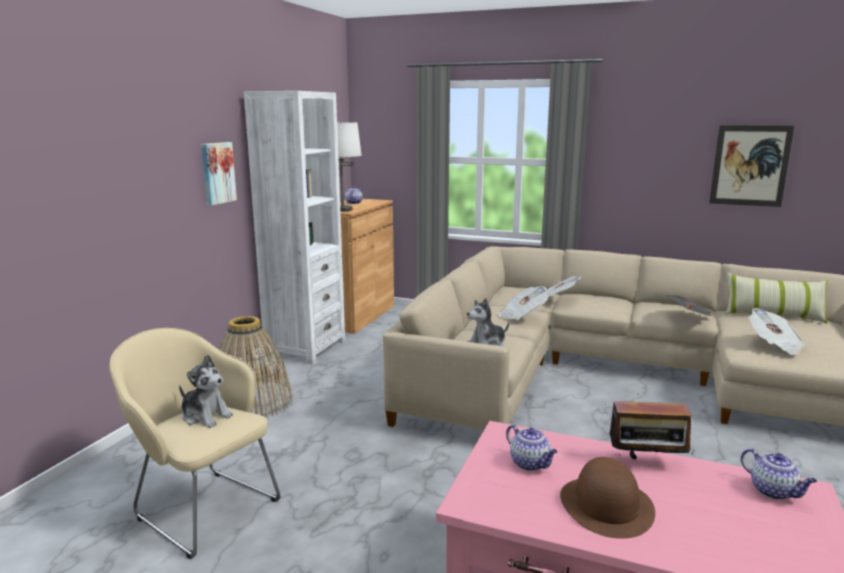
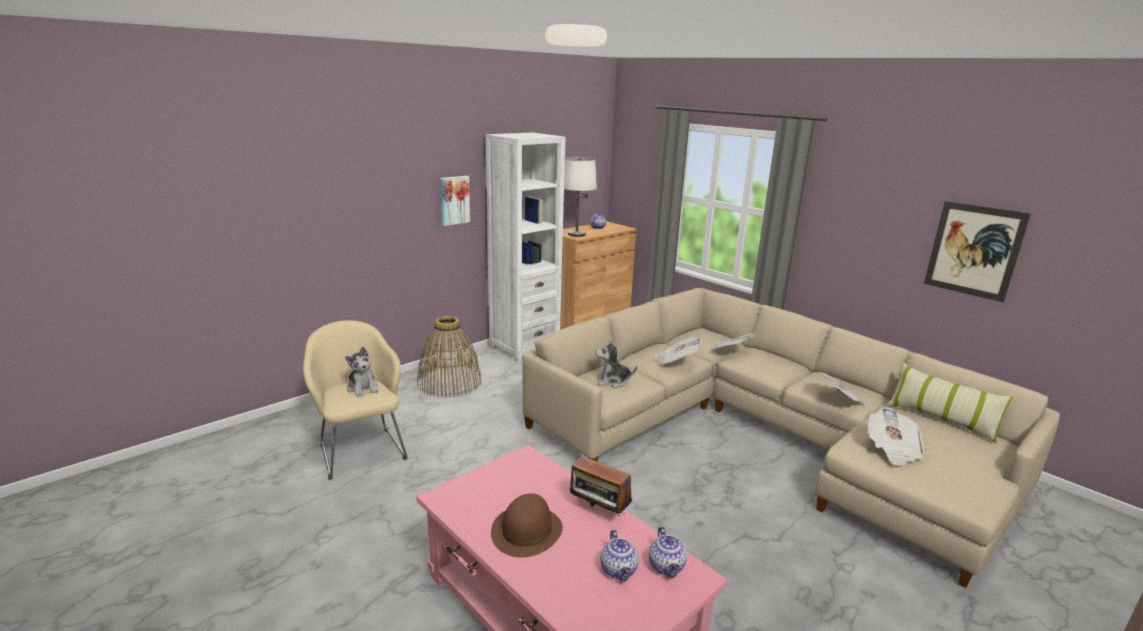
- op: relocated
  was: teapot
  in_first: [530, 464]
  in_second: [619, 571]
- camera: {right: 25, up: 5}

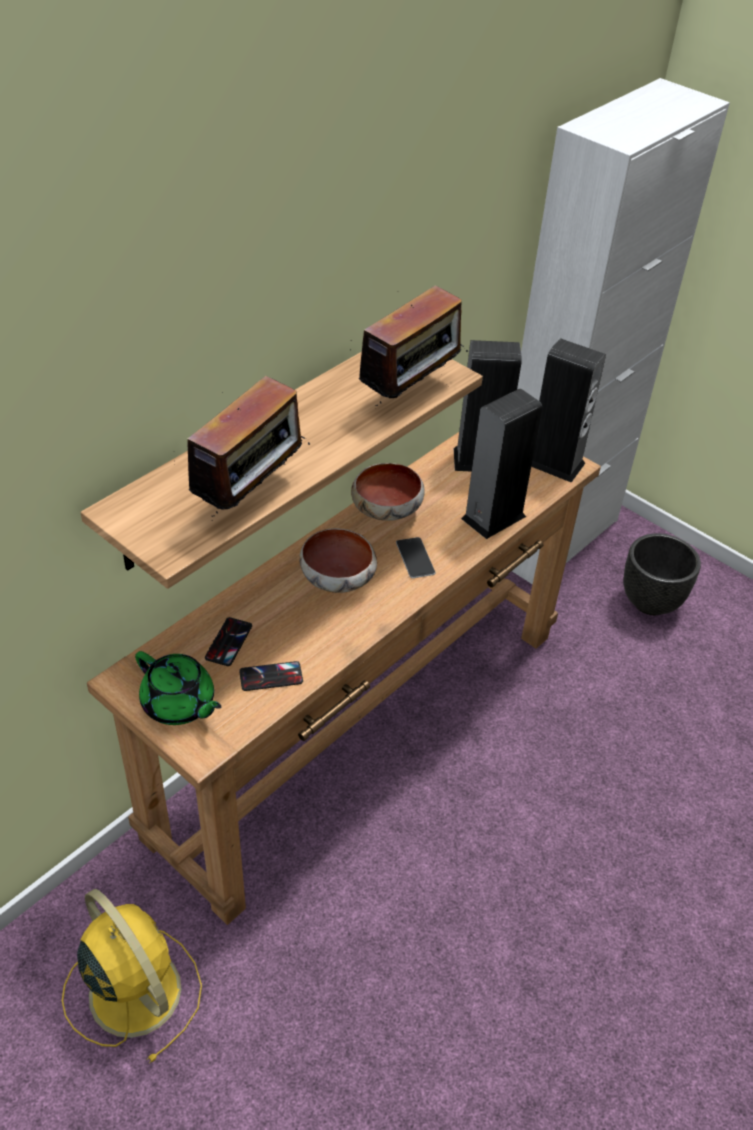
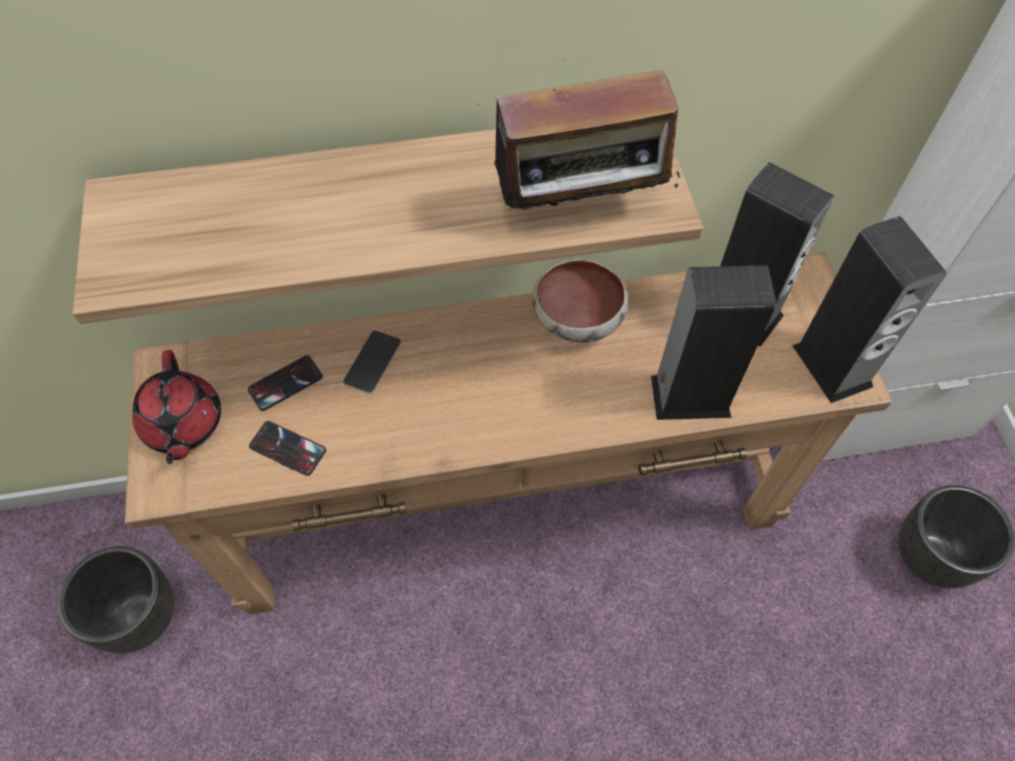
- op: exchanged
  was: yellow fan
  now: black planter
  in_first: [132, 988]
  in_second: [140, 617]
- op: colour
  was: green teapot
  now: red teapot
  in_first: [179, 704]
  in_second: [183, 424]
- op: missing
  was: radio
  in_first: [251, 496]
- op: missing
  was: bowl
  in_first: [339, 579]
- op: relocated
  was: phone
  in_first: [415, 558]
  in_second: [372, 362]
- camera: {right: 40, up: 15}

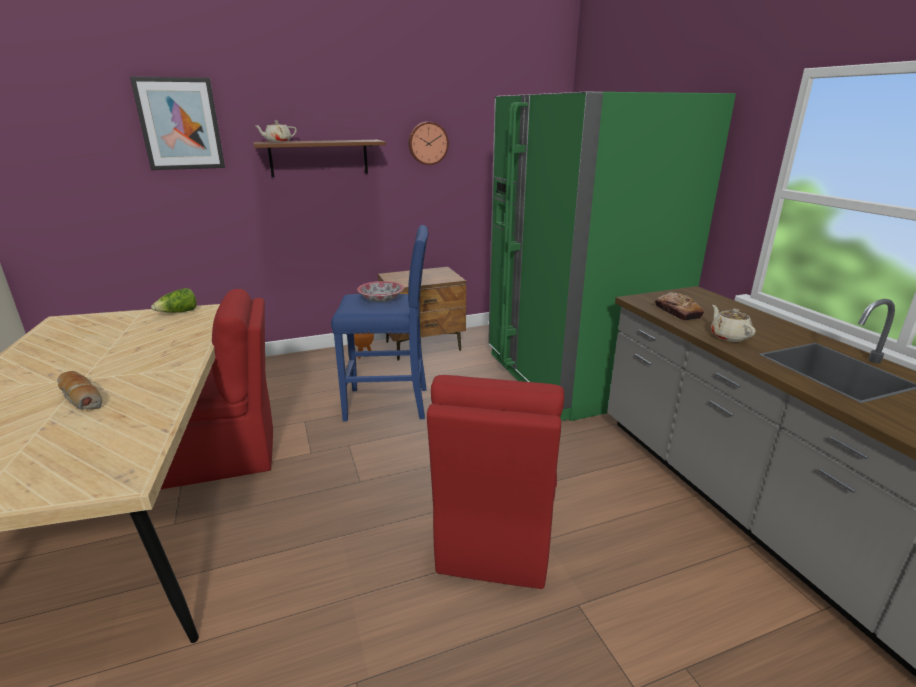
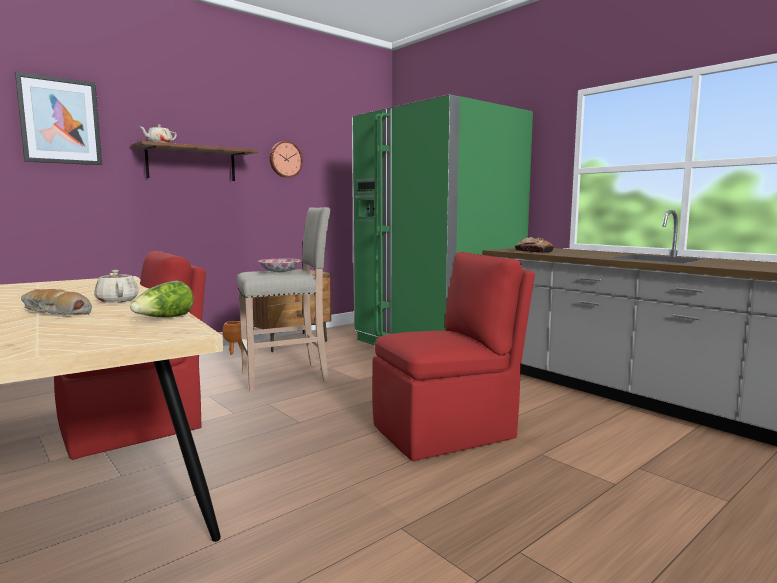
- op: relocated
  was: lettuce
  in_first: [178, 313]
  in_second: [164, 319]
- op: colour
  was: blue stool
  now: beige stool
  in_first: [389, 404]
  in_second: [287, 376]
- op: spun
  was: red chair
  in_first: [495, 534]
  in_second: [447, 431]
  clockwise: -105
- op: relocated
  was: beige teapot
  in_first: [728, 336]
  in_second: [117, 300]
- camera: {right: -20, up: -15}

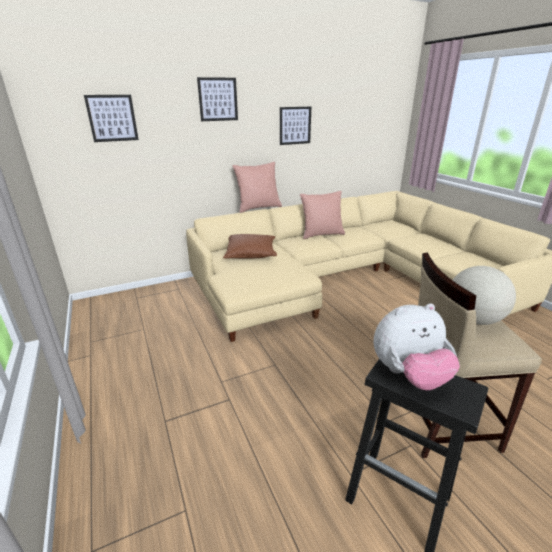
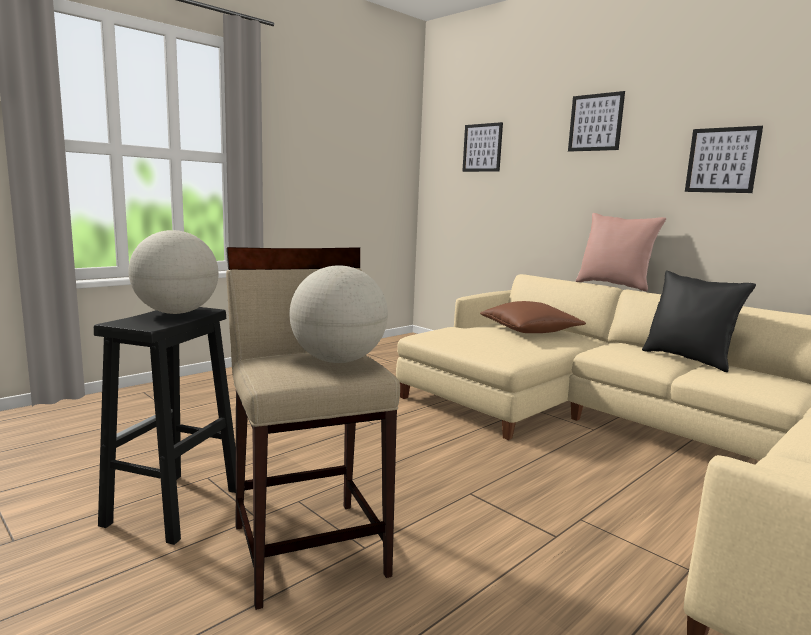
- op: colour
  was: pink pillow
  now: black pillow
  in_first: [321, 234]
  in_second: [688, 359]
- op: exchanged
  was: plush toy
  now: globe
  in_first: [409, 375]
  in_second: [176, 313]
- camera: {right: 70, up: -15}

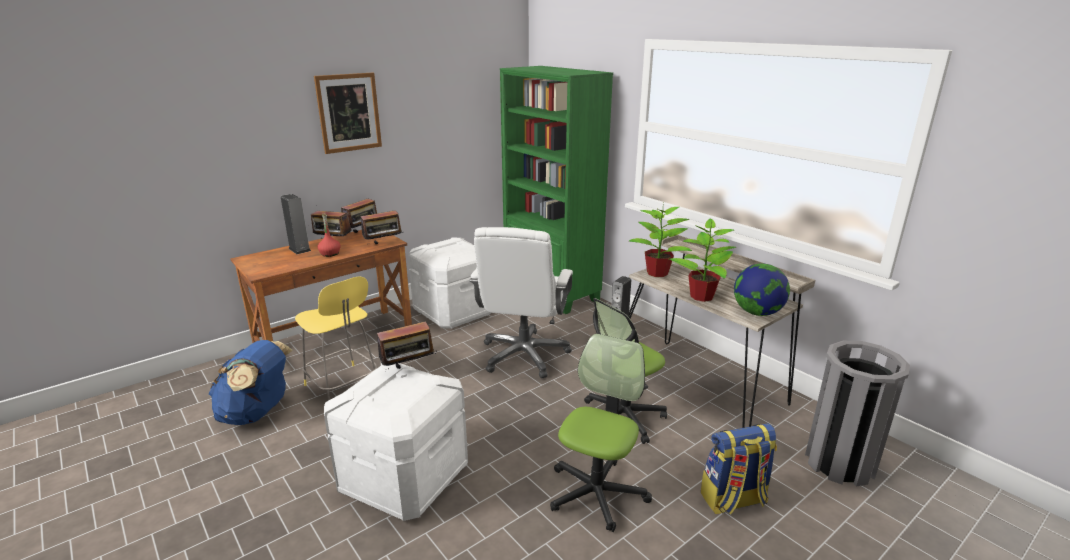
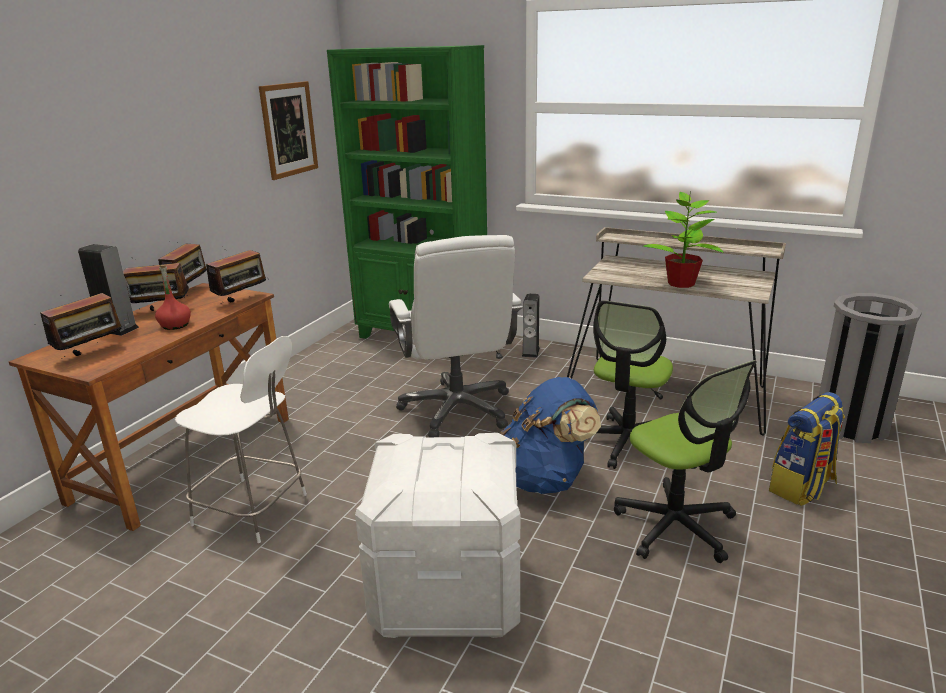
- op: relocated
  was: blue backpack
  in_first: [257, 413]
  in_second: [545, 479]
- op: colour
  was: yellow stool
  now: white stool
  in_first: [343, 387]
  in_second: [254, 510]
- op: relocated
  was: picture
  in_first: [349, 112]
  in_second: [289, 129]
- op: relocated
  was: radio
  in_first: [408, 368]
  in_second: [92, 353]
- op: missing
  was: white storage box
  in_first: [454, 312]
- op: spun
  was: office chair
  in_first: [596, 493]
  in_second: [676, 526]
  clockwise: 150
- op: missing
  was: potted plant
  in_first: [658, 273]
- op: missing
  was: globe
  in_first: [757, 313]
- camera: {right: -25, up: 0}

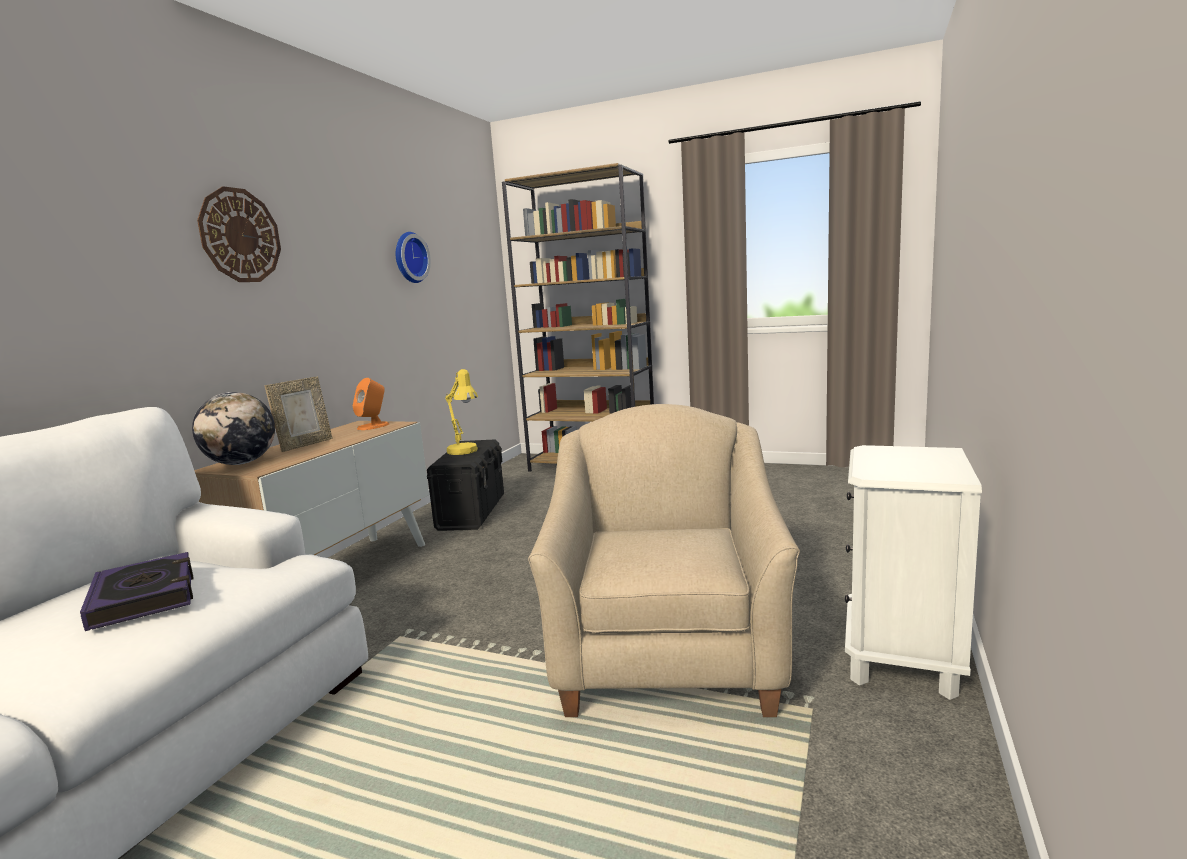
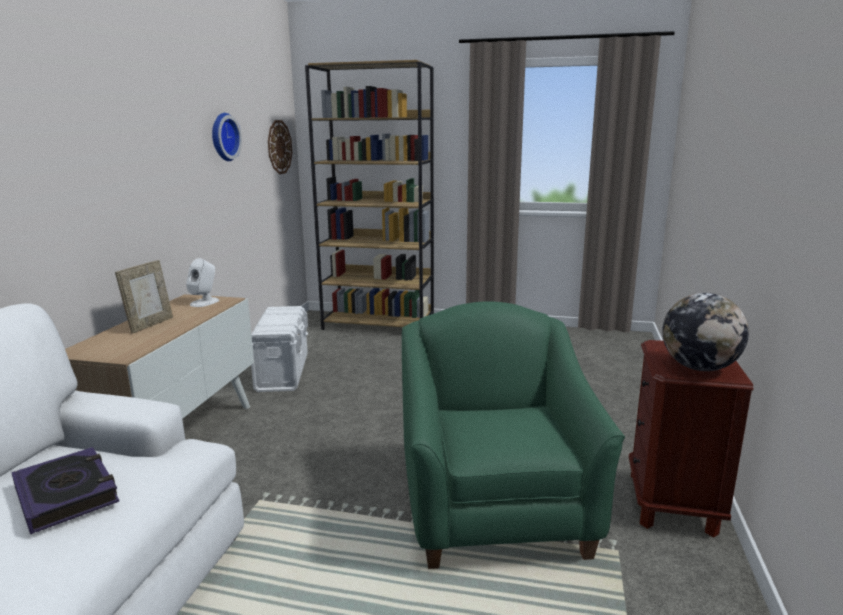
- op: relocated
  was: globe
  in_first: [241, 463]
  in_second: [699, 368]
- op: relocated
  was: wall clock
  in_first: [240, 235]
  in_second: [279, 147]
- op: colour
  was: orange speaker
  now: white speaker
  in_first: [373, 426]
  in_second: [205, 302]
- op: colour
  was: black storage box
  now: white storage box
  in_first: [472, 512]
  in_second: [283, 372]
- op: missing
  was: yellow table lamp
  in_first: [465, 452]
- op: colour
  was: beige armchair
  now: green armchair
  in_first: [667, 654]
  in_second: [495, 507]
- op: colour
  was: white nightstand
  now: brown nightstand
  in_first: [901, 657]
  in_second: [672, 503]
- camera: {right: -10, up: 5}

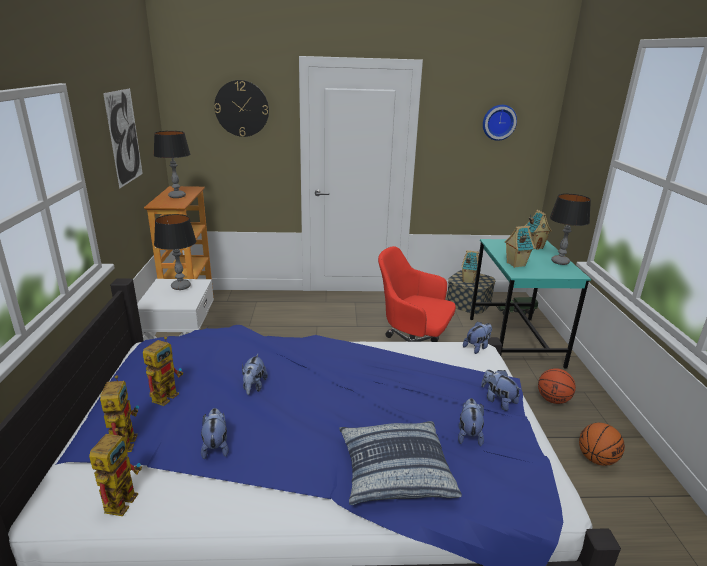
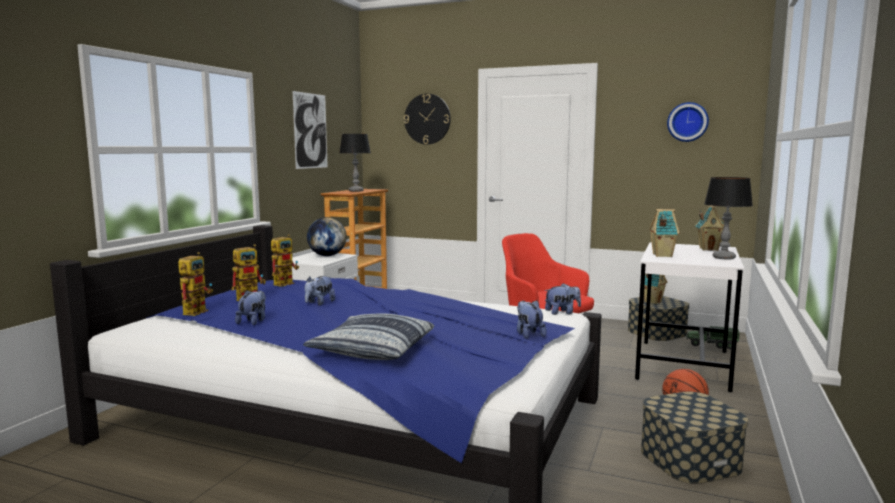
- op: relocated
  was: toy robot
  in_first: [122, 497]
  in_second: [285, 283]
- op: exchanged
  was: table lamp
  now: globe
  in_first: [180, 286]
  in_second: [327, 255]
- op: missing
  was: plush toy
  in_first: [469, 434]
- op: colour
  was: turquoise desk
  now: white desk
  in_first: [515, 342]
  in_second: [684, 365]
- op: exchanged
  was: basketball
  now: storage box
  in_first: [596, 459]
  in_second: [690, 459]
- camera: {right: 25, up: -15}

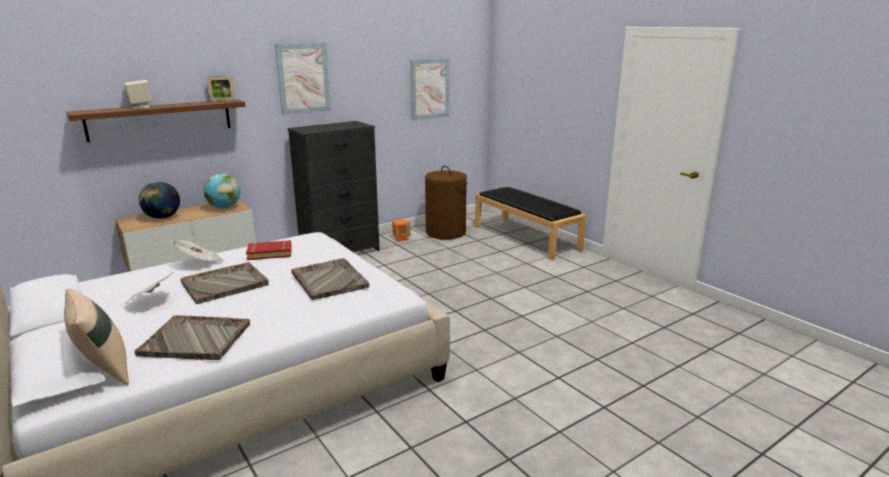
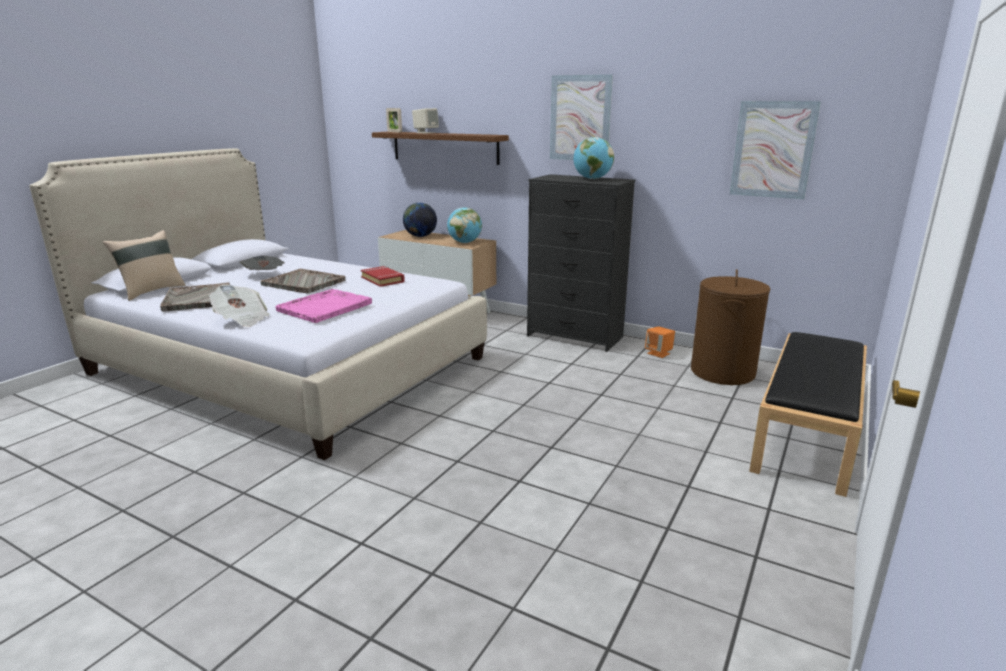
- op: relocated
  was: newspaper
  in_first: [201, 262]
  in_second: [241, 319]
- op: relocated
  was: picture frame
  in_first: [222, 100]
  in_second: [394, 132]
- op: colour
  was: grey tray
  now: pink tray
  in_first: [329, 280]
  in_second: [326, 307]
- op: appeared
  now: globe
  in_second: [592, 179]
- camera: {right: 65, up: 0}

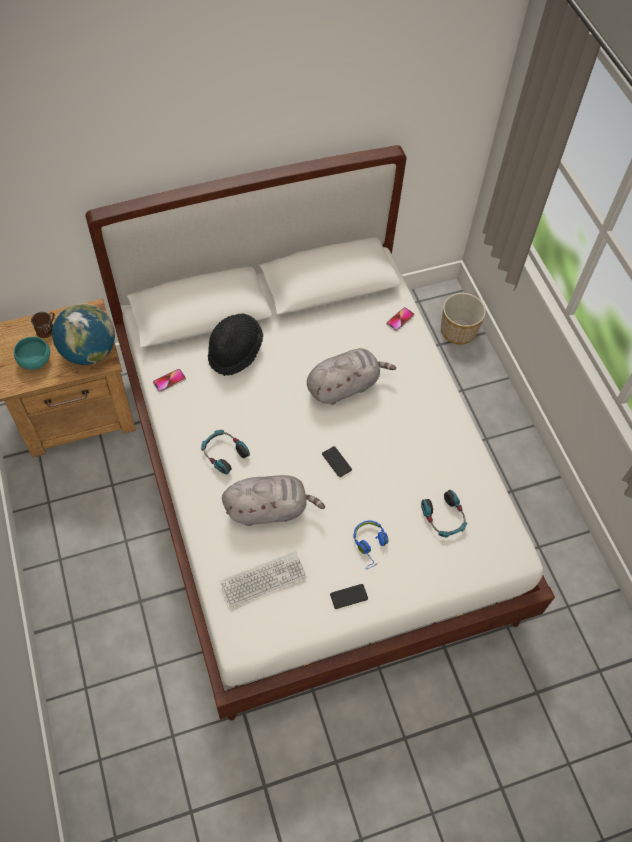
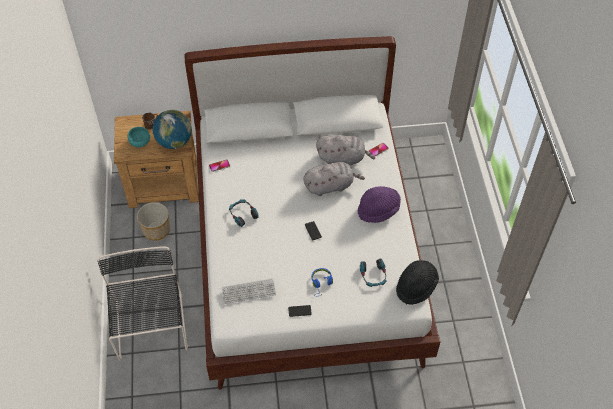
- op: relocated
  was: black hat
  in_first: [235, 351]
  in_second: [416, 287]
- op: relocated
  was: grey plush toy
  in_first: [269, 509]
  in_second: [343, 158]
- op: relocated
  was: planter
  in_first: [458, 330]
  in_second: [156, 229]
- op: appeared
  now: black chair
  in_second: [151, 328]
- op: appeared
  now: purple hat
  in_second: [378, 210]
- camera: {right: 15, up: -5}

